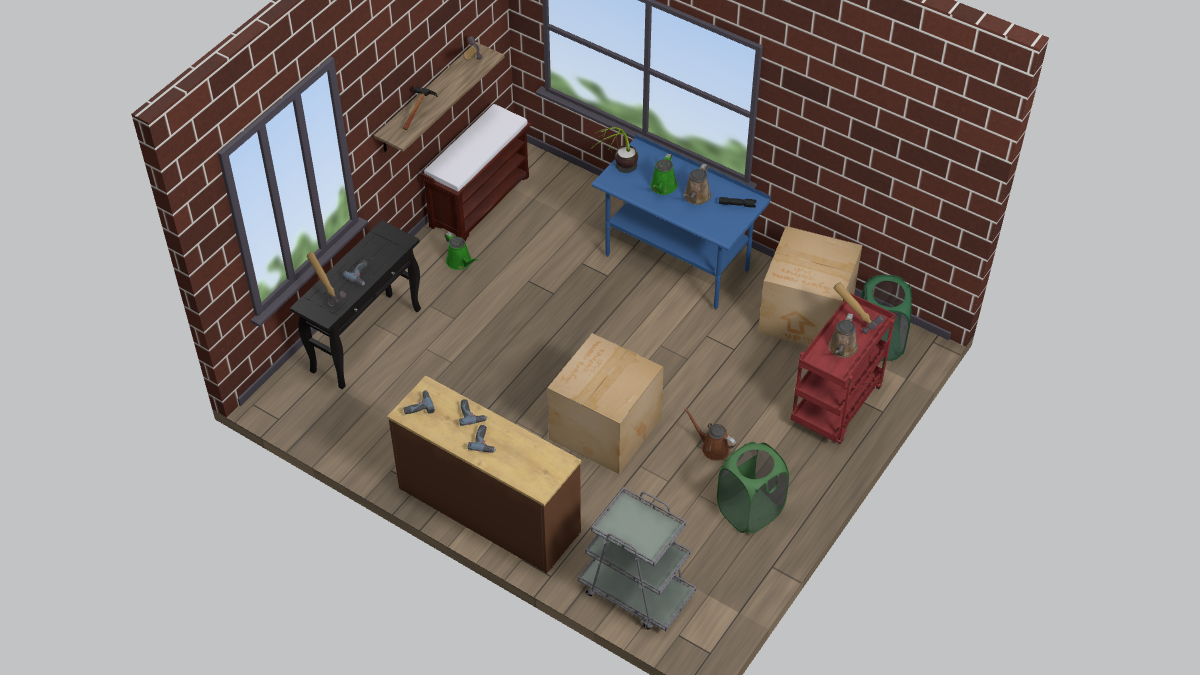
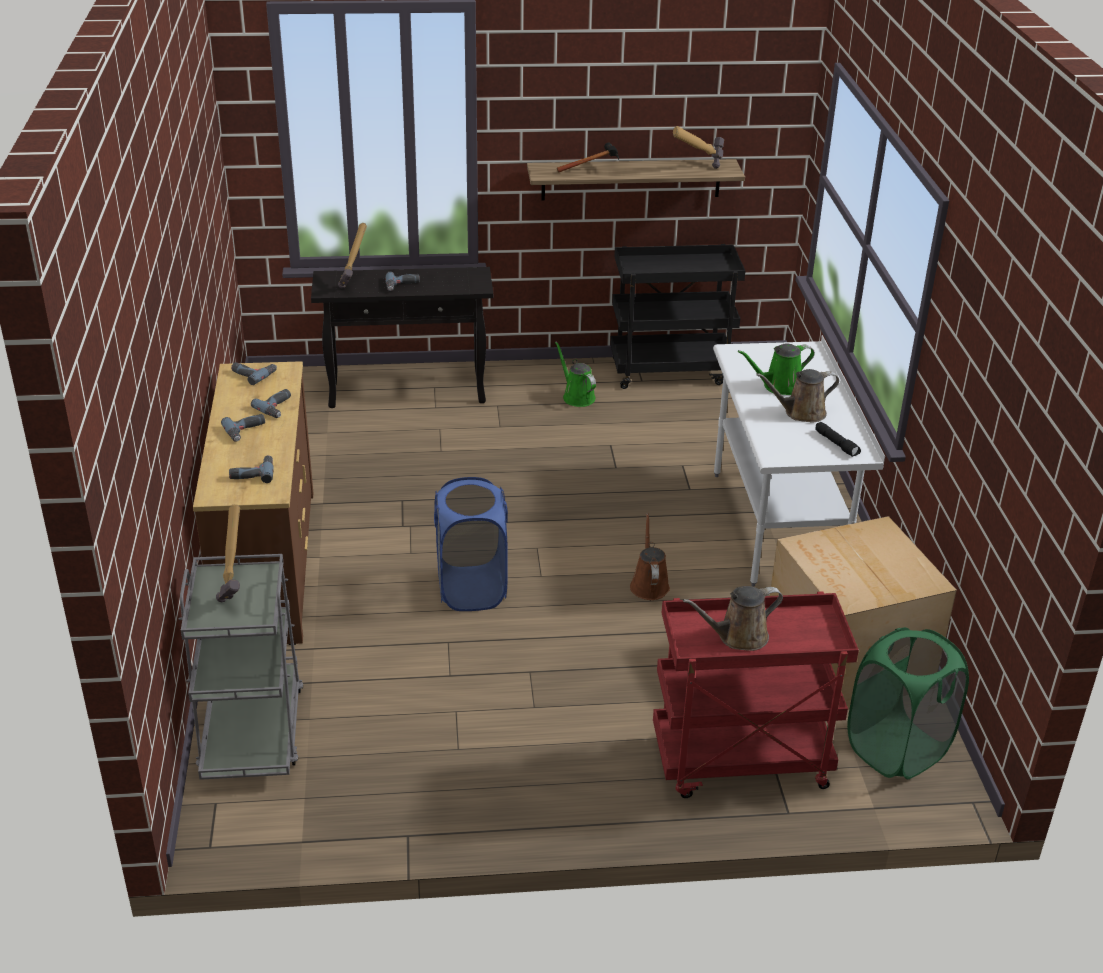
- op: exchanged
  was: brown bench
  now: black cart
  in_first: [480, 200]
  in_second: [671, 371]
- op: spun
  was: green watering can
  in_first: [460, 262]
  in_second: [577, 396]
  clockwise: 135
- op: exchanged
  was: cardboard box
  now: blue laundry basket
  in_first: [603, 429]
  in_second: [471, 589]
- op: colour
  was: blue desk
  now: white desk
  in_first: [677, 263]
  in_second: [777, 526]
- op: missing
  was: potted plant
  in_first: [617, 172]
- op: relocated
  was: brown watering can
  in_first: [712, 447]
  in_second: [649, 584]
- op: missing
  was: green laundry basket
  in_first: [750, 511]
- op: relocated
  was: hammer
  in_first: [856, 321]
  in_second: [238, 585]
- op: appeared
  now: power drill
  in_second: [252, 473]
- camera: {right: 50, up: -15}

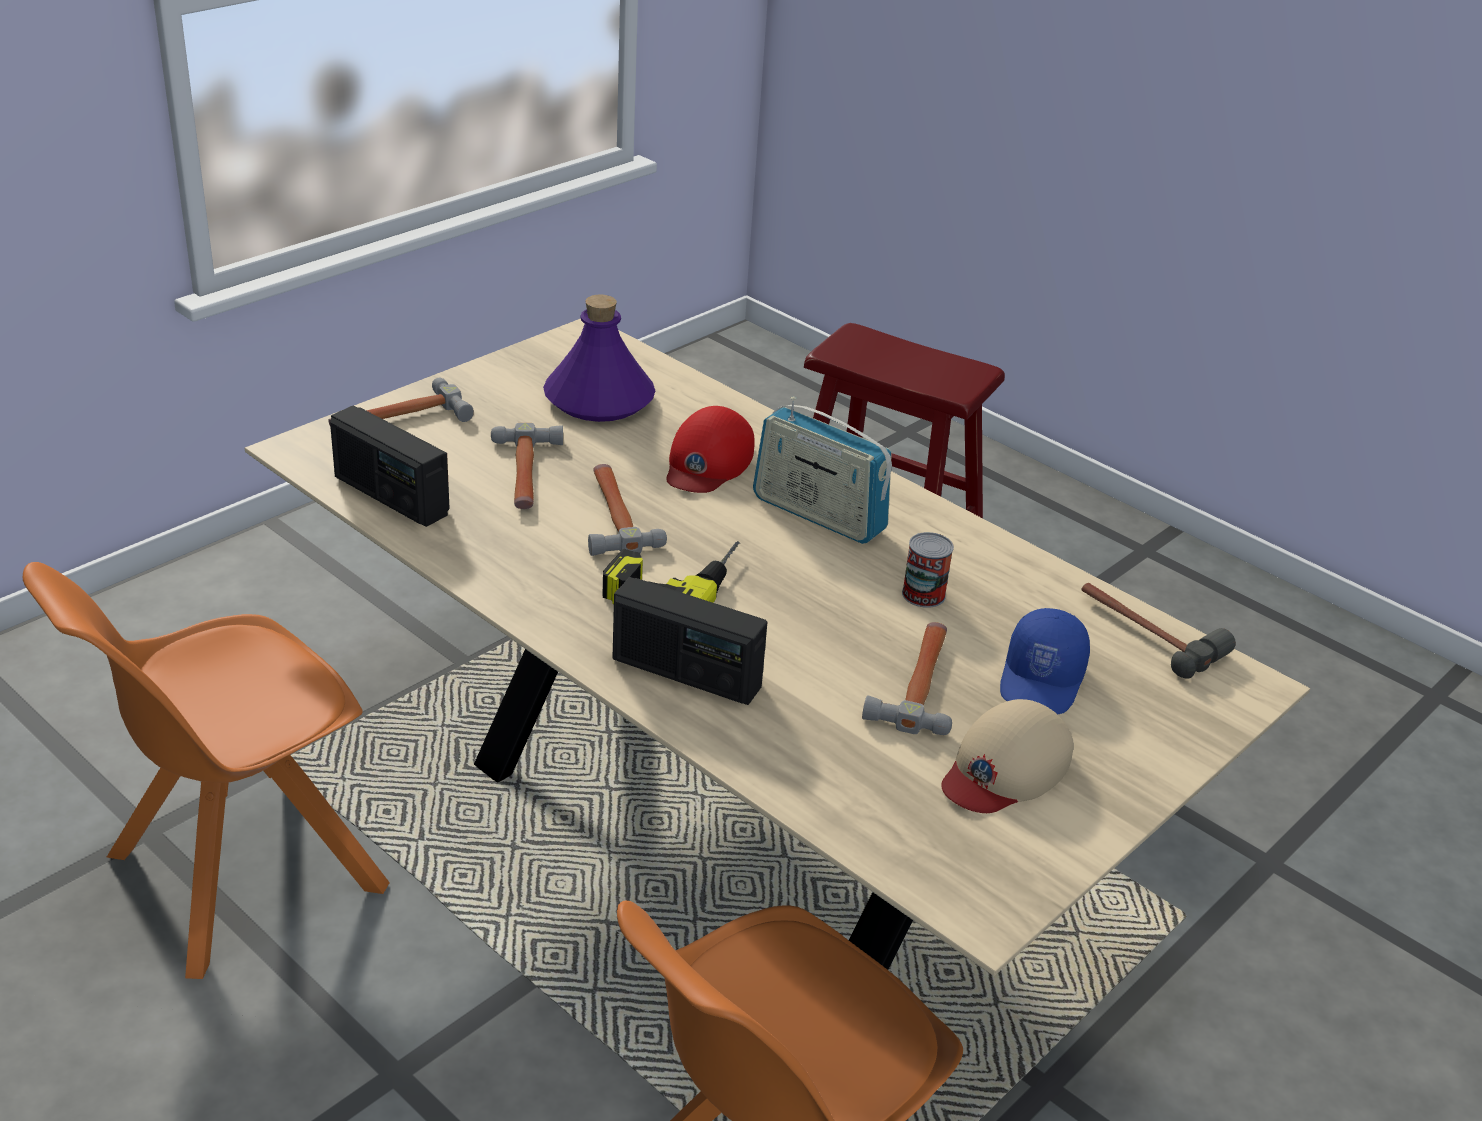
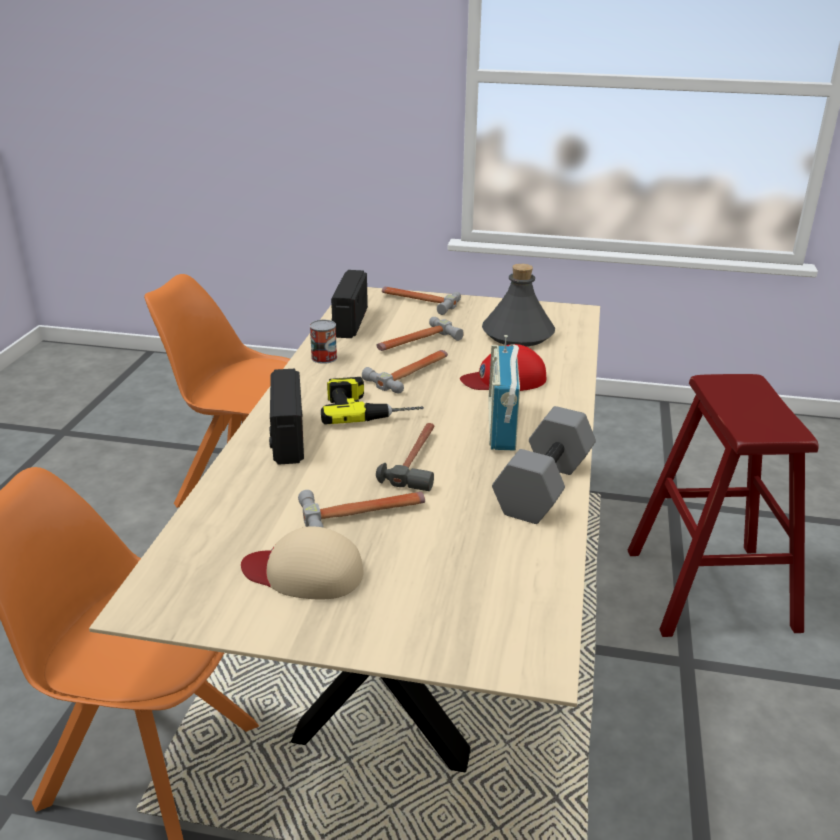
- op: colour
  was: purple bottle
  now: grey bottle
  in_first: [598, 399]
  in_second: [517, 334]
- op: relocated
  was: can
  in_first: [923, 594]
  in_second: [324, 357]
- op: missing
  was: blue cap
  in_first: [1043, 680]
- op: relocated
  was: hammer
  in_first: [1146, 632]
  in_second: [418, 460]
- op: appeared
  now: grey dumbbell
  in_second: [542, 485]
- camera: {right: 60, up: -5}

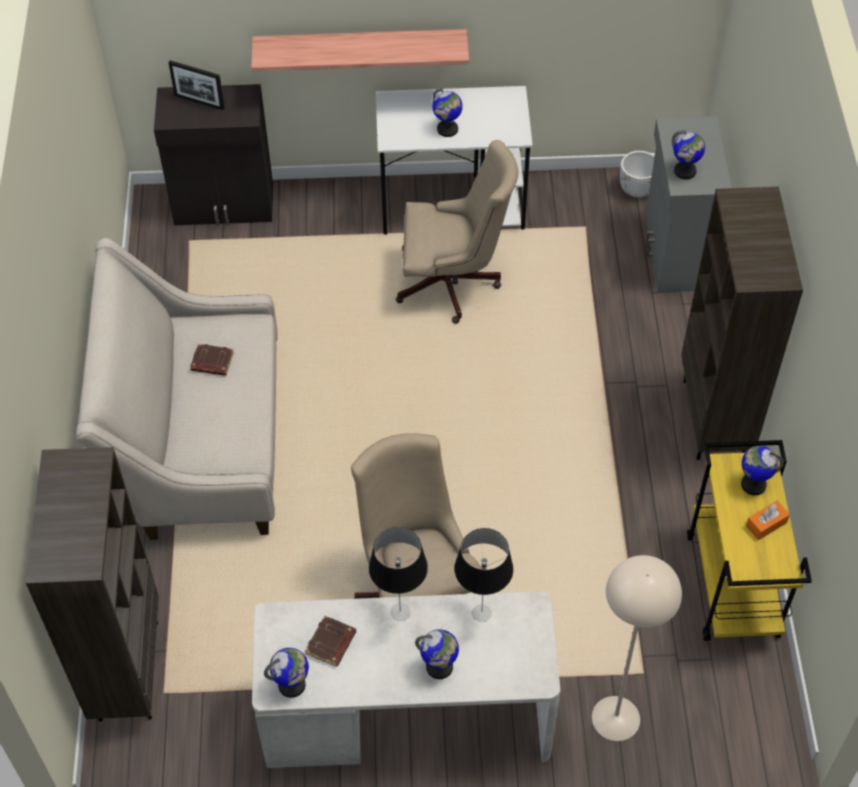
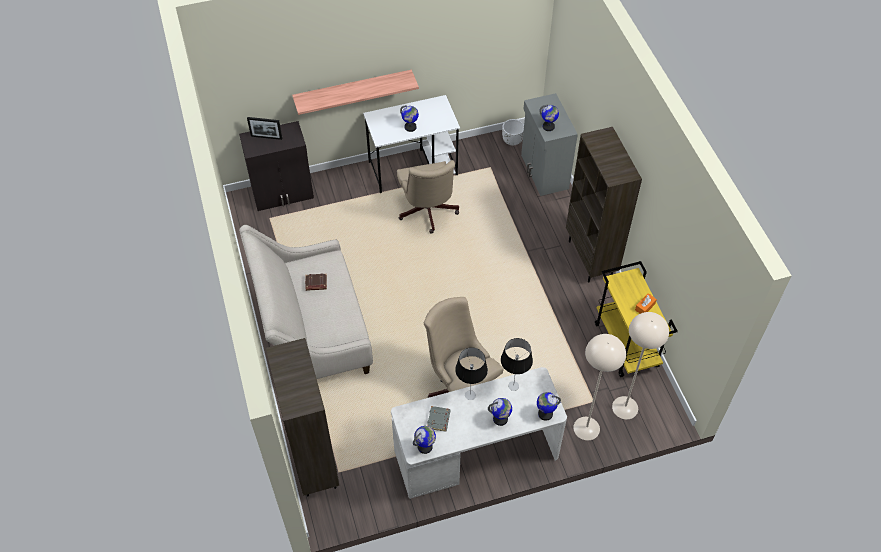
- op: colour
  was: brown book
  now: grey book
  in_first: [331, 644]
  in_second: [439, 420]
- op: spun
  was: beige office chair
  in_first: [453, 284]
  in_second: [427, 213]
  clockwise: 90
- op: relocated
  was: globe
  in_first: [753, 484]
  in_second: [545, 413]
- op: appeared
  now: beige floor lamp
  in_second: [625, 408]
- camera: {right: -15, up: 0}

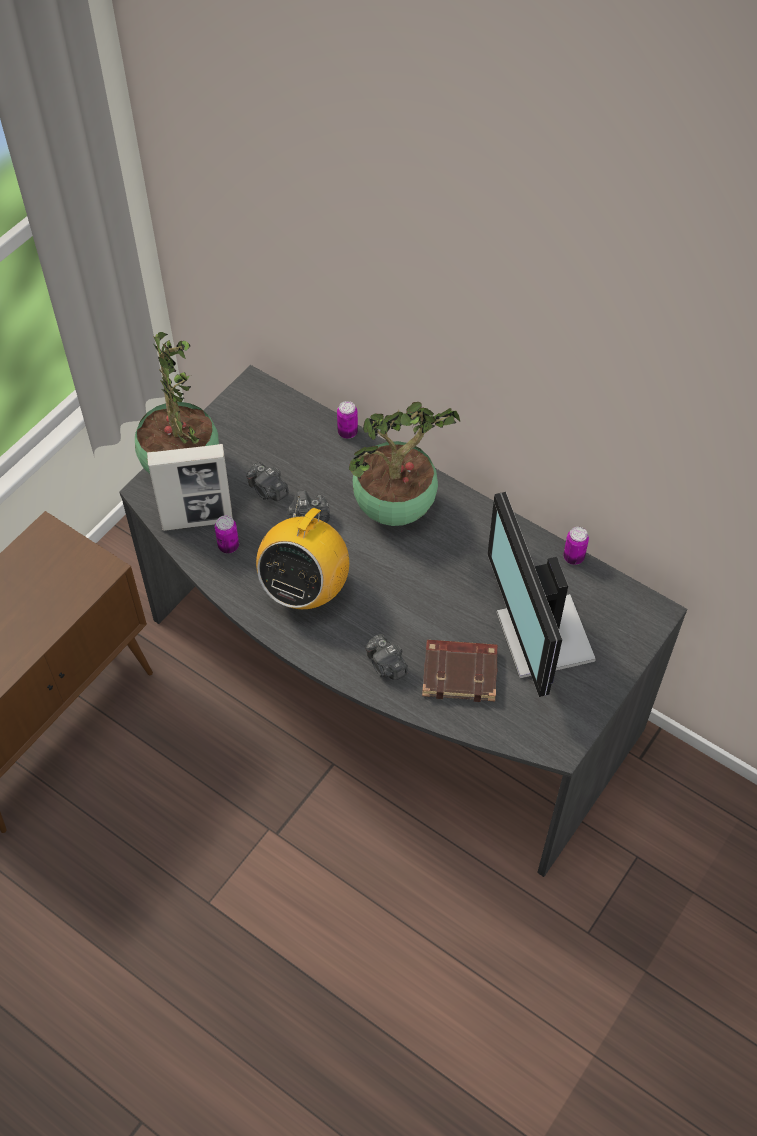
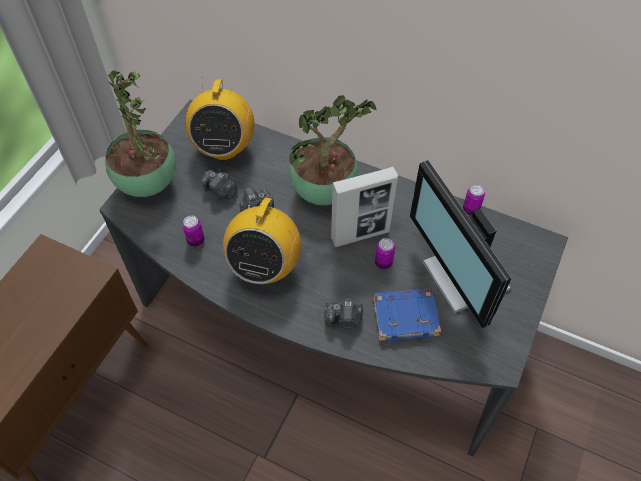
- op: relocated
  was: picture frame
  in_first: [197, 520]
  in_second: [360, 235]
- op: relocated
  was: can
  in_first: [347, 432]
  in_second: [383, 263]
- op: spun
  was: photo camera
  in_first: [386, 665]
  in_second: [344, 319]
  clockwise: -45
- op: colour
  was: brown book
  now: blue book
  in_first: [460, 672]
  in_second: [406, 316]
- op: appeared
  now: radio
  in_second: [224, 148]
- camera: {right: -10, up: 0}

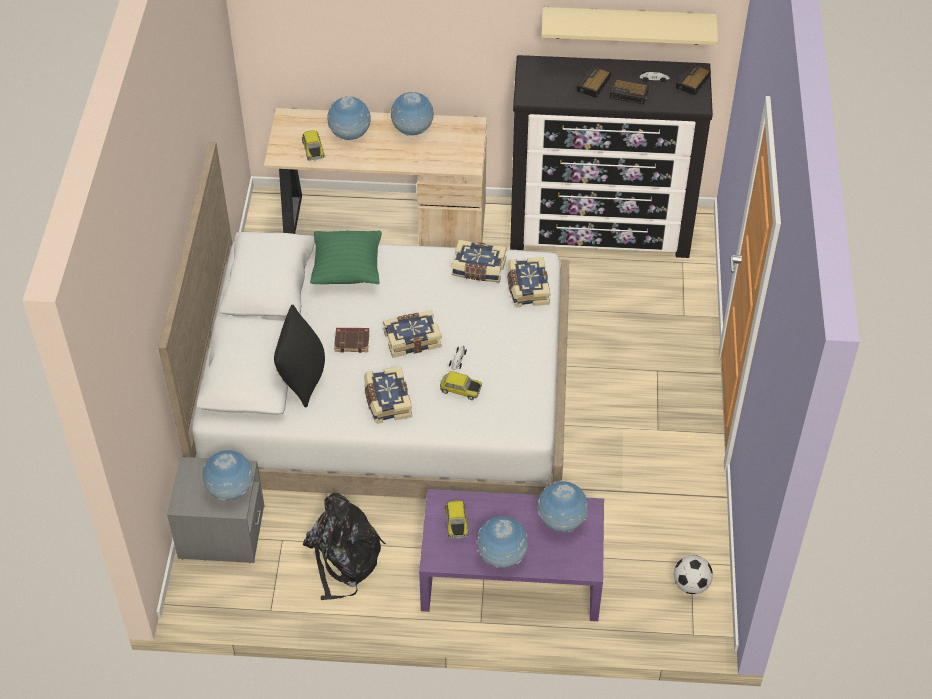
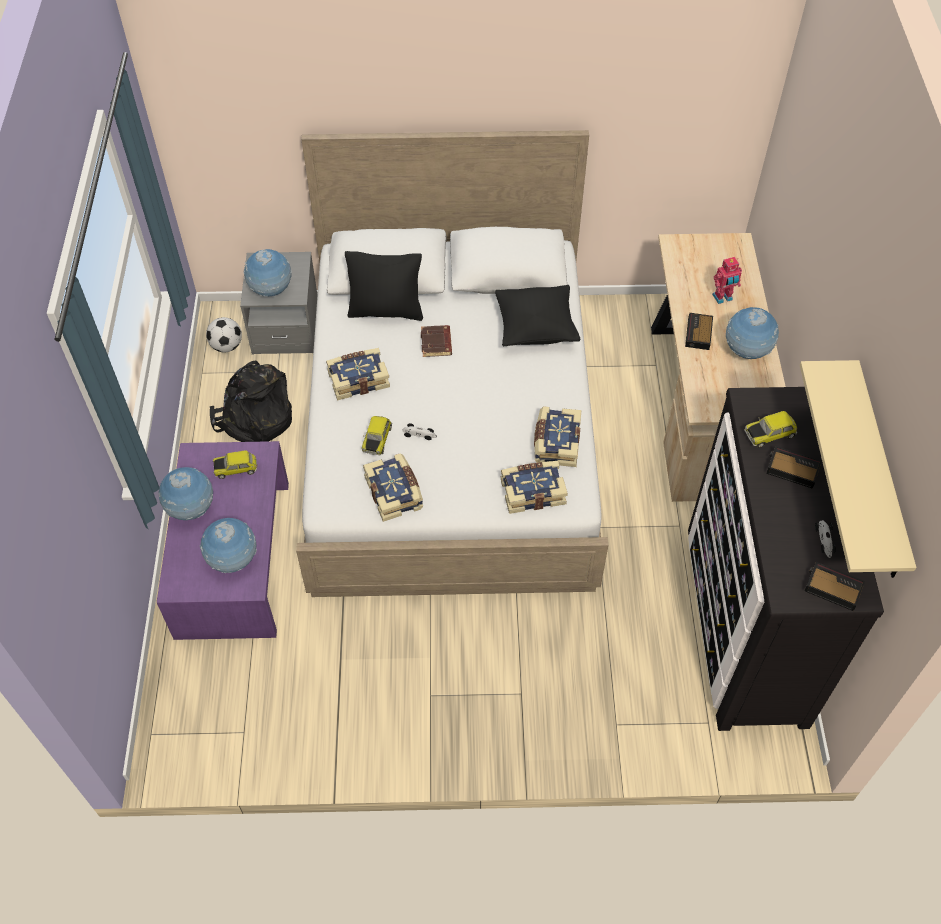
- op: relocated
  was: toy car
  in_first: [312, 150]
  in_second: [769, 433]
- op: colour
  was: green pillow
  now: black pillow
  in_first: [347, 270]
  in_second: [535, 329]
- op: exchanged
  was: globe
  now: toy robot
  in_first: [350, 136]
  in_second: [723, 298]
- op: relocated
  was: book
  in_first: [412, 339]
  in_second: [395, 493]
- op: relocated
  was: alarm clock
  in_first: [630, 94]
  in_second: [698, 334]
- op: relocated
  was: football
  in_first: [691, 585]
  in_second: [226, 346]
- camera: {right: 85, up: 5}

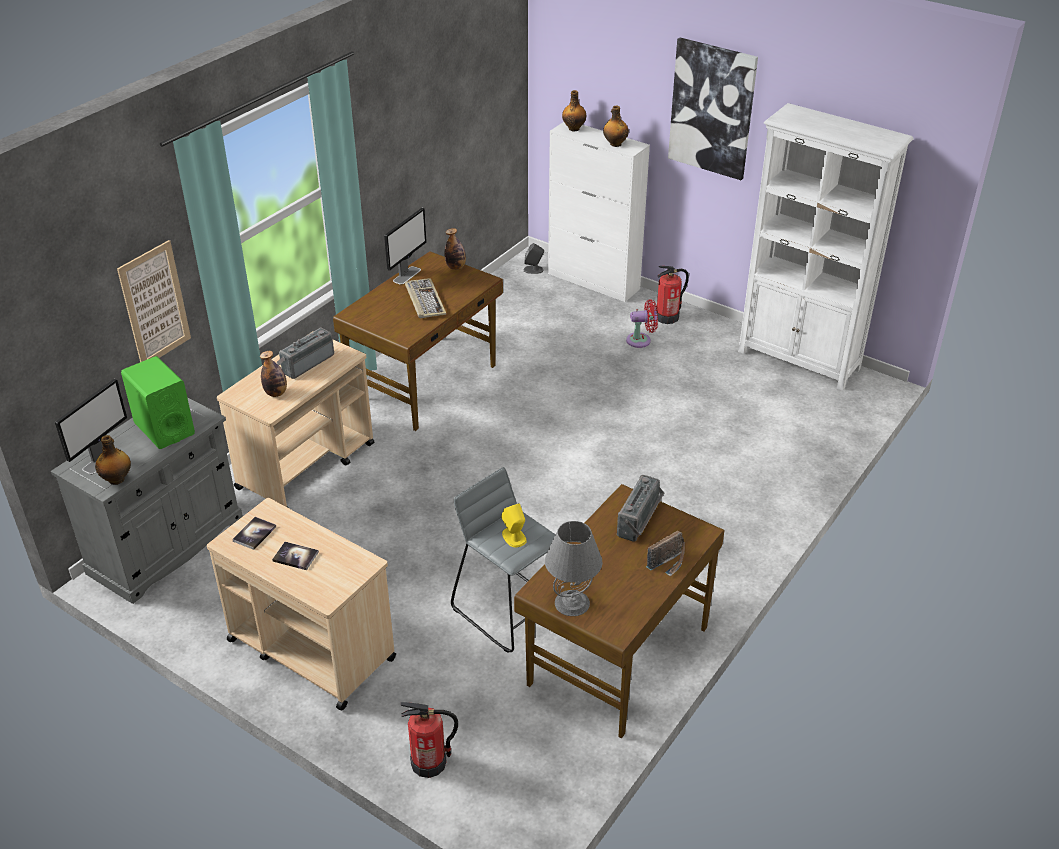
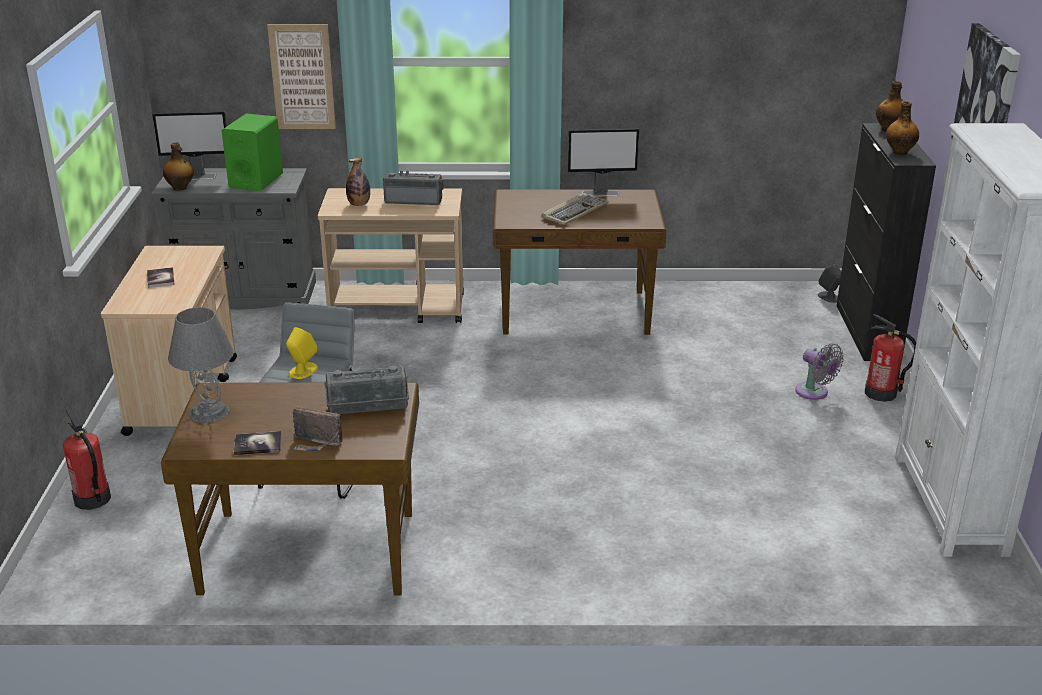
- op: relocated
  was: book
  in_first: [254, 534]
  in_second: [258, 444]
- op: missing
  was: bottle
  in_first: [456, 267]
- op: colour
  was: white cabinet
  now: black cabinet
  in_first: [594, 281]
  in_second: [867, 332]
- op: colour
  was: red fan
  now: grey fan
  in_first: [641, 340]
  in_second: [814, 393]
- camera: {right: 55, up: -10}

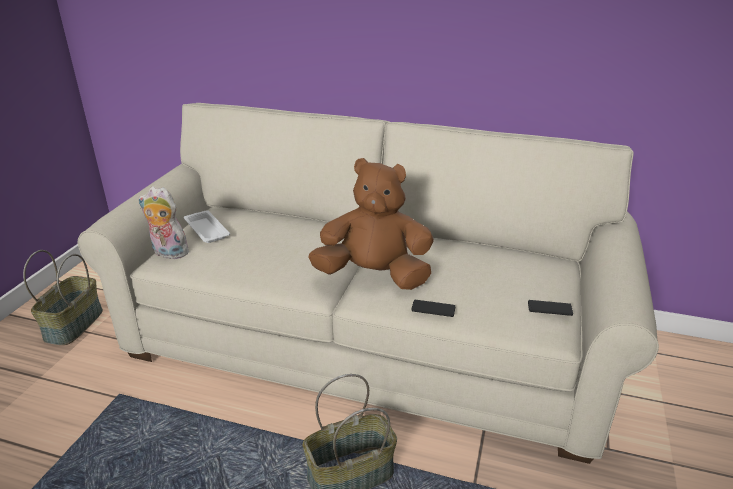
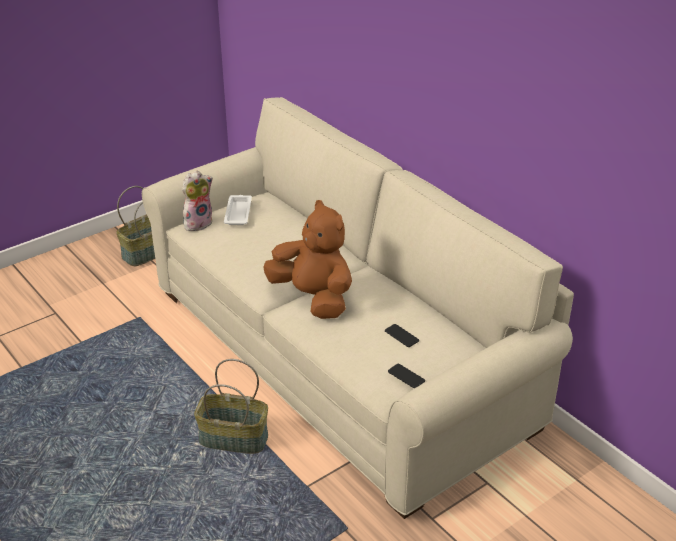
- op: spun
  was: plush toy
  in_first: [168, 253]
  in_second: [198, 223]
  clockwise: 90
- op: relocated
  was: phone
  in_first: [433, 309]
  in_second: [401, 336]
- camera: {right: 35, up: 5}

